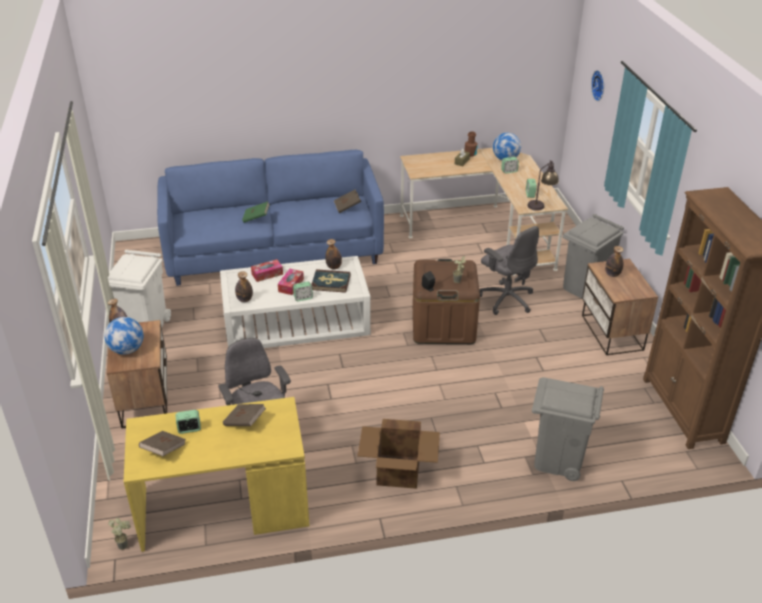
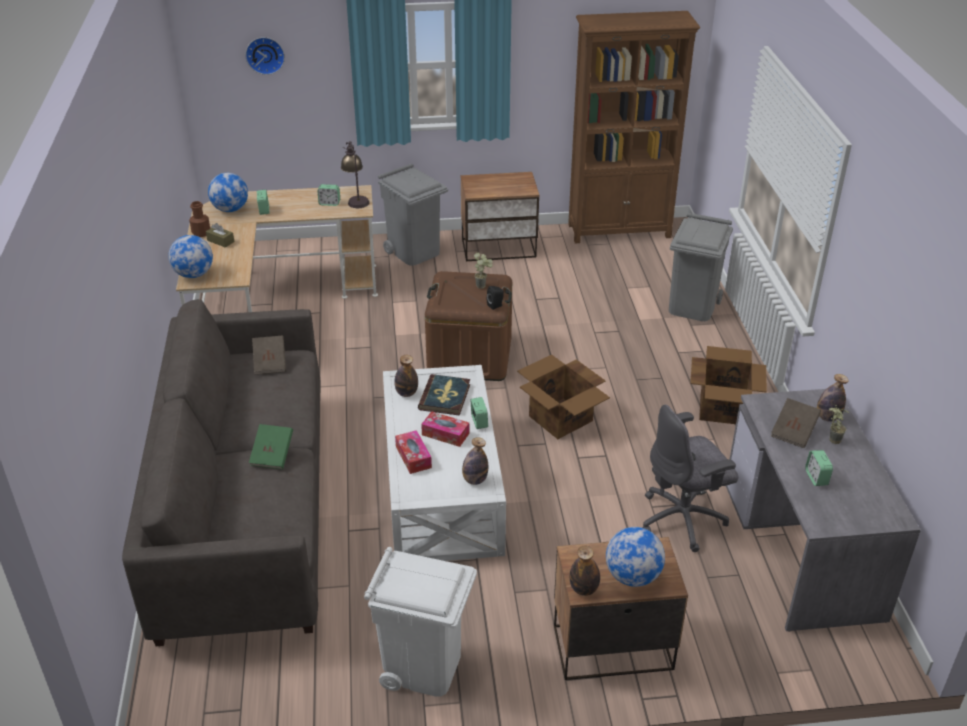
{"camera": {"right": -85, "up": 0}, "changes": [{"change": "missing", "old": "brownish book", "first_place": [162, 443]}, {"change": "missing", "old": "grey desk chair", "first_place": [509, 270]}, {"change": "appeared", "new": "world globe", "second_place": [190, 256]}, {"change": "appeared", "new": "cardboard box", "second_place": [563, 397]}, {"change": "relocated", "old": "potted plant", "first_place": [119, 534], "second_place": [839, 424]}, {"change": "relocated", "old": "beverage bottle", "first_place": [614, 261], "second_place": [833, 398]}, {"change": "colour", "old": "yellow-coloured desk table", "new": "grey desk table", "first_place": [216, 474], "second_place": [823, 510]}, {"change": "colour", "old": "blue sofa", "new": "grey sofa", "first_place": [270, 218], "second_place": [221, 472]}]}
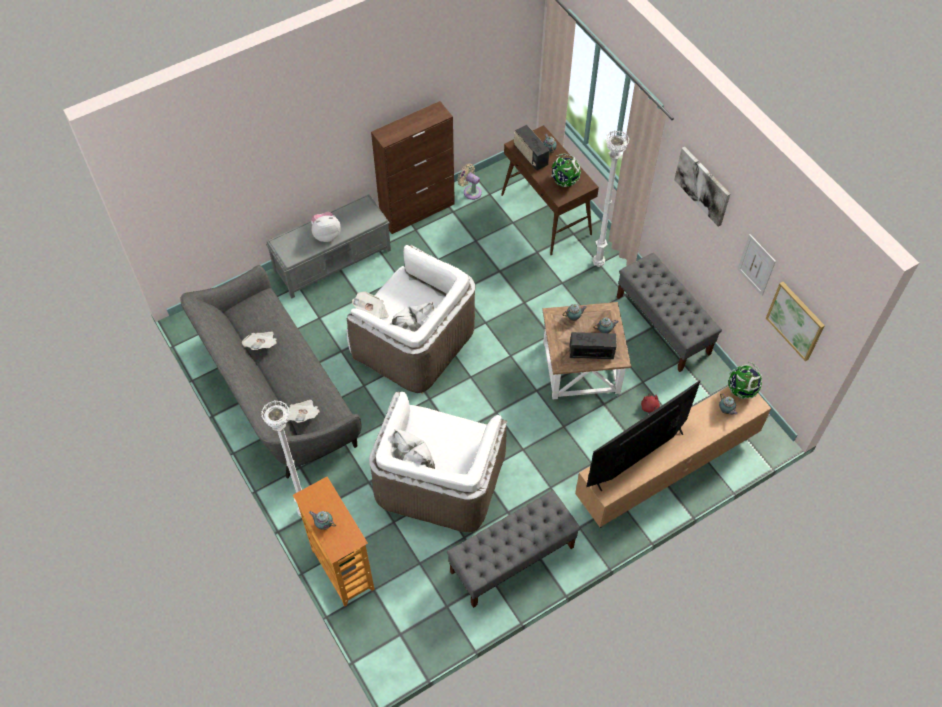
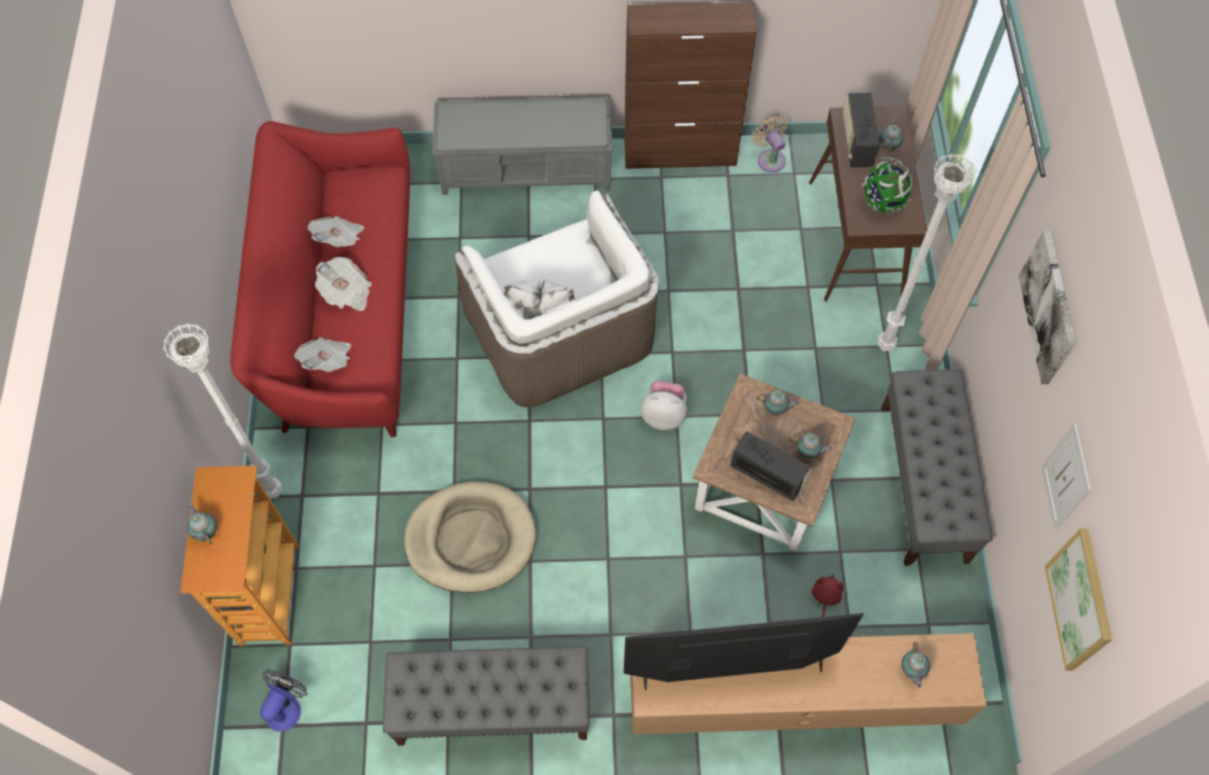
{"camera": {"right": 30, "up": 5}, "changes": [{"change": "missing", "old": "world globe", "first_place": [745, 380]}, {"change": "appeared", "new": "electric fan", "second_place": [283, 701]}, {"change": "relocated", "old": "soft toy", "first_place": [326, 227], "second_place": [663, 405]}, {"change": "relocated", "old": "daily paper", "first_place": [370, 305], "second_place": [343, 284]}, {"change": "exchanged", "old": "whitish armchair", "new": "beige dog bed", "first_place": [438, 462], "second_place": [470, 537]}, {"change": "colour", "old": "grey sofa", "new": "reddish sofa", "first_place": [270, 371], "second_place": [320, 279]}]}
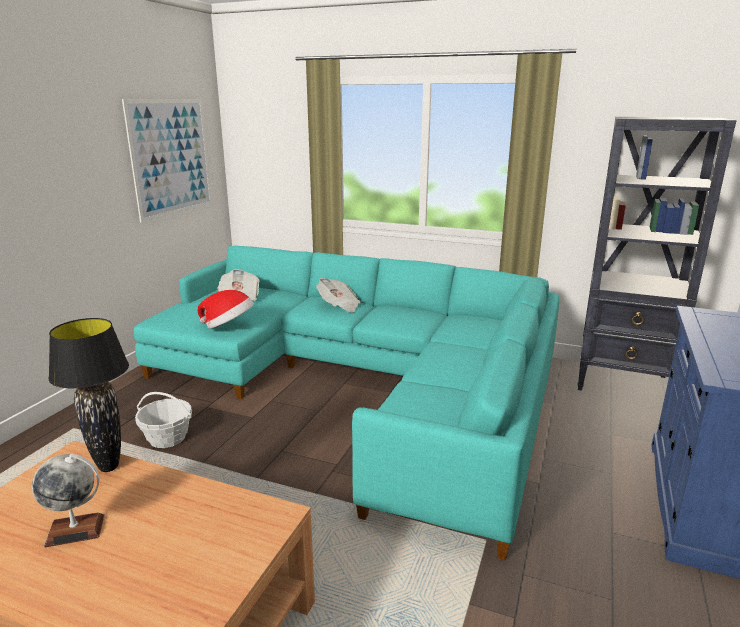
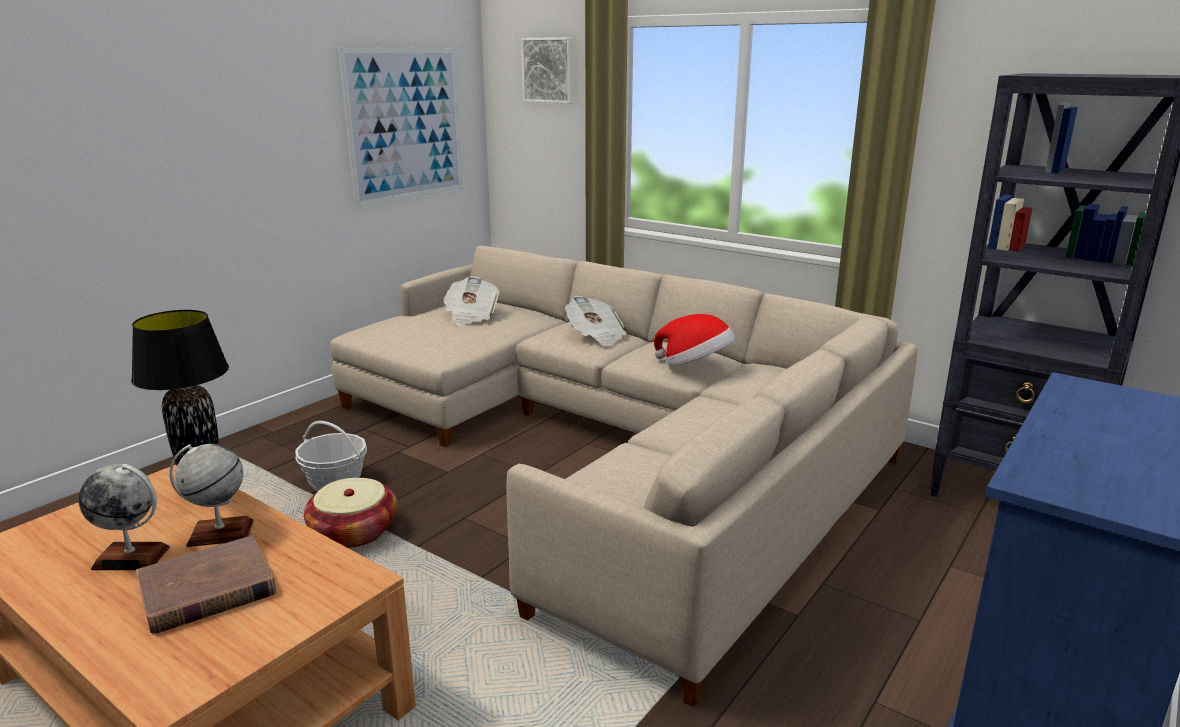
{"camera": {"right": 15, "up": 0}, "changes": [{"change": "appeared", "new": "brownish book", "second_place": [206, 585]}, {"change": "appeared", "new": "world globe", "second_place": [211, 495]}, {"change": "appeared", "new": "household basket", "second_place": [350, 513]}, {"change": "appeared", "new": "wall art", "second_place": [547, 70]}, {"change": "relocated", "old": "clothing hat", "first_place": [225, 309], "second_place": [694, 340]}, {"change": "colour", "old": "blue-green sofa", "new": "beige sofa", "first_place": [346, 403], "second_place": [624, 477]}]}
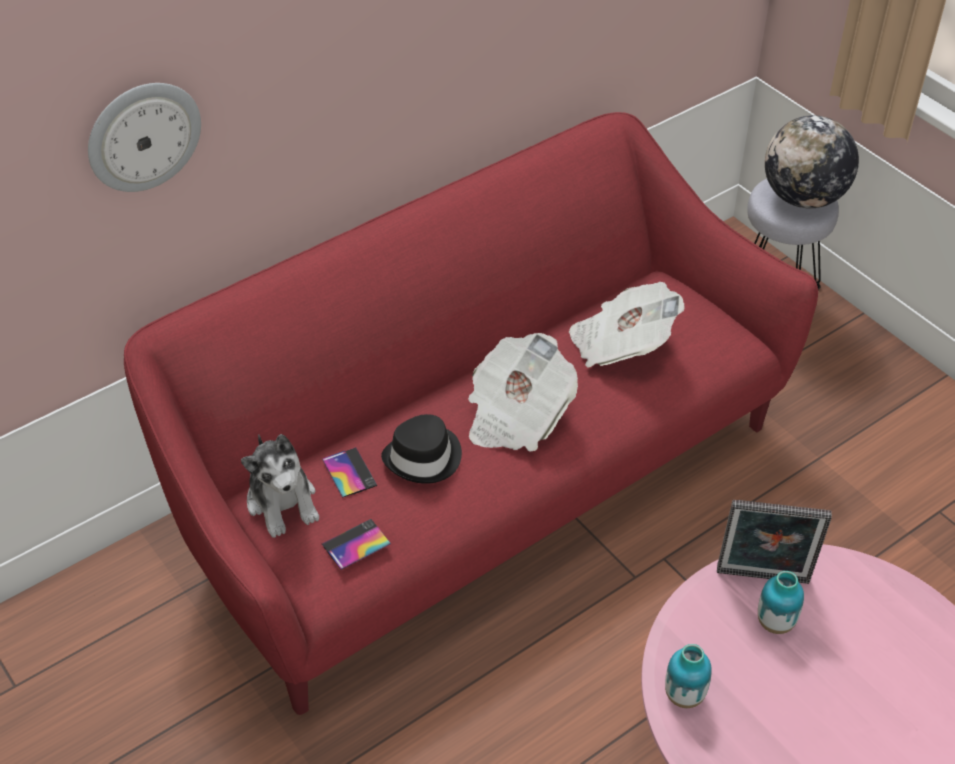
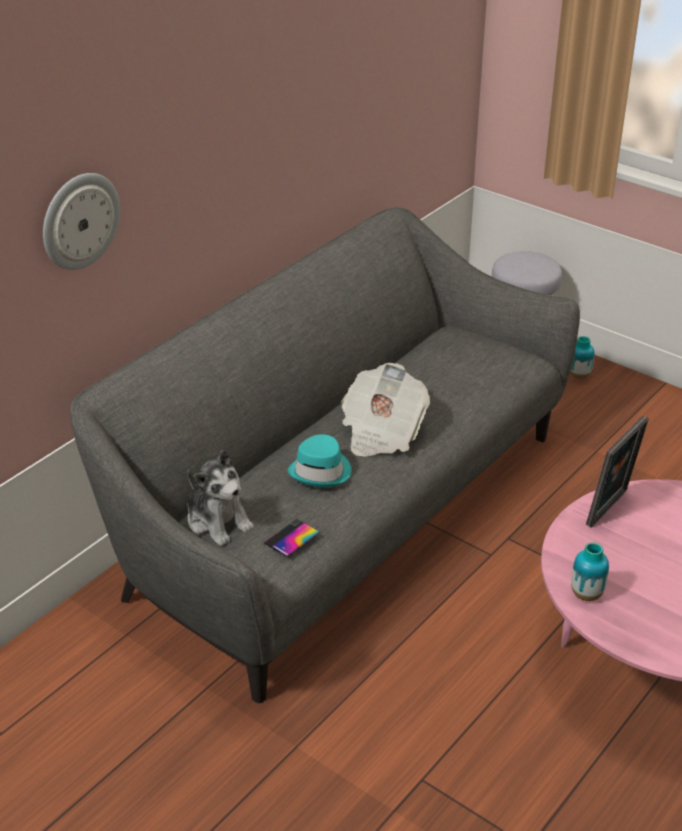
{"camera": {"right": -15, "up": -10}, "changes": [{"change": "missing", "old": "telephone", "first_place": [349, 472]}, {"change": "missing", "old": "daily paper", "first_place": [627, 325]}, {"change": "missing", "old": "world globe", "first_place": [812, 161]}, {"change": "relocated", "old": "vase", "first_place": [781, 602], "second_place": [582, 357]}, {"change": "colour", "old": "reddish sofa", "new": "grey sofa", "first_place": [471, 413], "second_place": [325, 455]}, {"change": "colour", "old": "blackish clothing hat", "new": "blue-green clothing hat", "first_place": [421, 449], "second_place": [319, 460]}, {"change": "spun", "old": "photo frame", "first_place": [774, 542], "second_place": [617, 472], "degrees": -45}]}
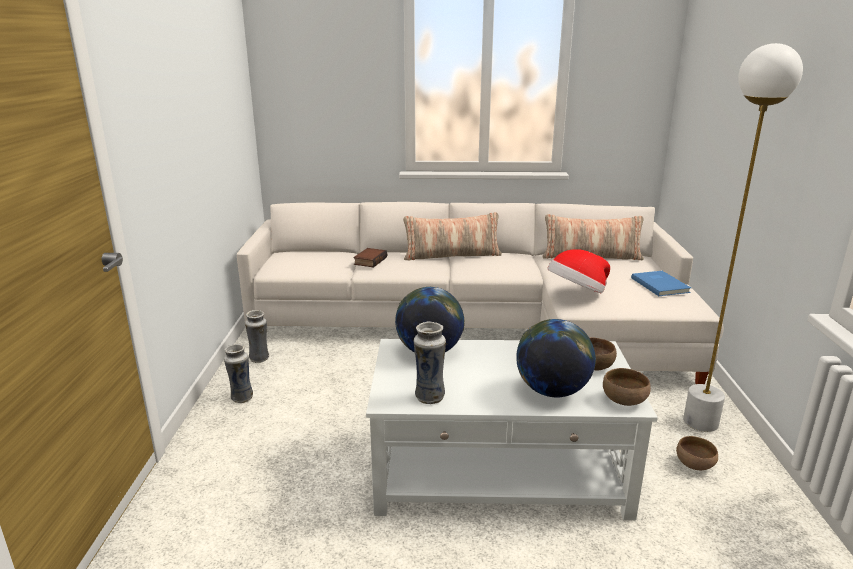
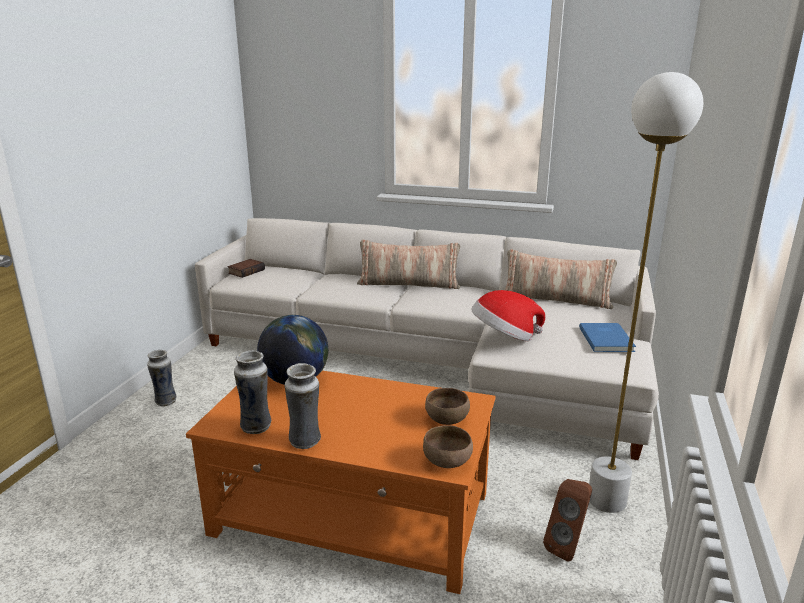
{"camera": {"right": 15, "up": 0}, "changes": [{"change": "missing", "old": "world globe", "first_place": [556, 358]}, {"change": "relocated", "old": "vase", "first_place": [257, 336], "second_place": [303, 406]}, {"change": "relocated", "old": "book", "first_place": [370, 257], "second_place": [246, 268]}, {"change": "exchanged", "old": "brownish serving bowl", "new": "brownish loudspeaker", "first_place": [697, 453], "second_place": [567, 520]}, {"change": "colour", "old": "whitish low table", "new": "orangey low table", "first_place": [512, 429], "second_place": [340, 482]}]}
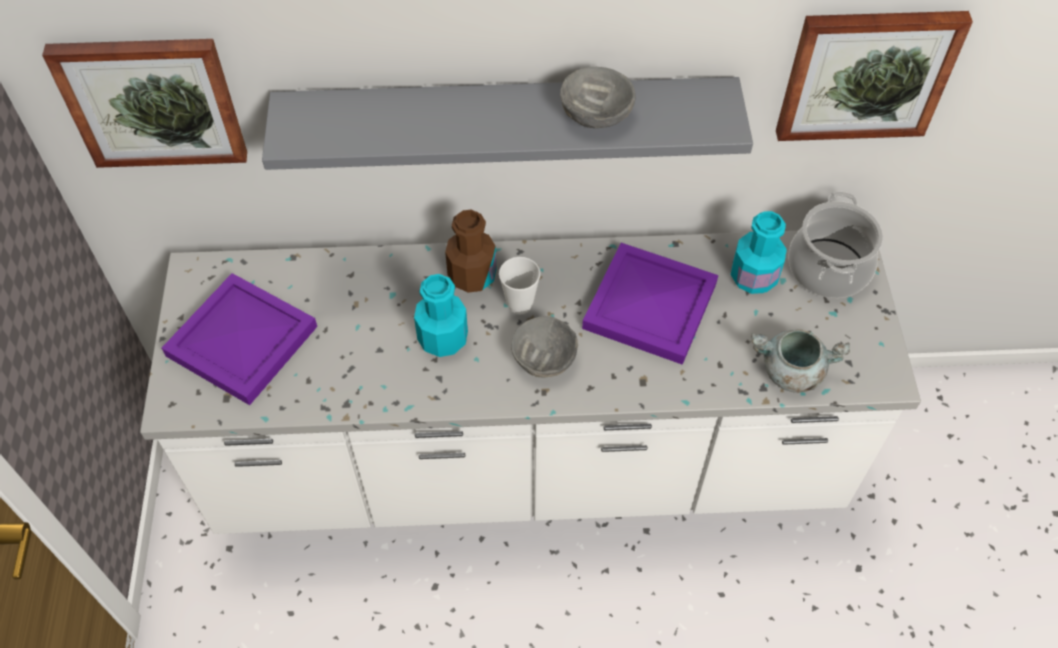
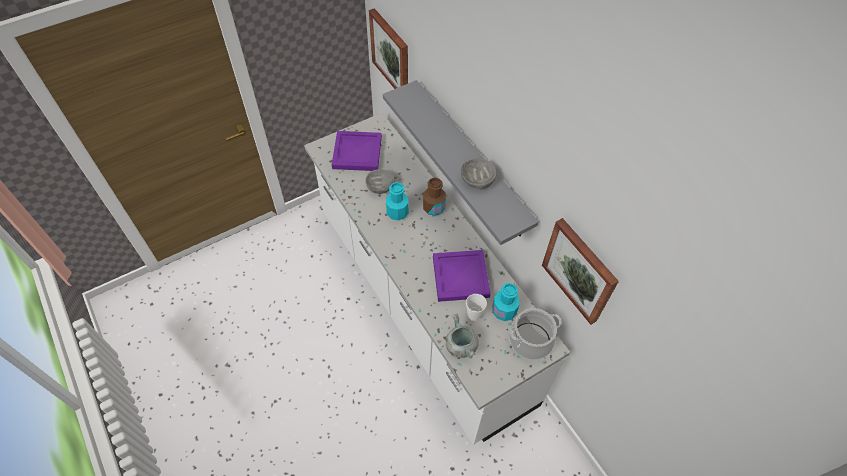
{"camera": {"right": 60, "up": 0}, "changes": [{"change": "relocated", "old": "cup", "first_place": [519, 285], "second_place": [476, 307]}, {"change": "relocated", "old": "grey serving bowl", "first_place": [544, 347], "second_place": [380, 181]}]}
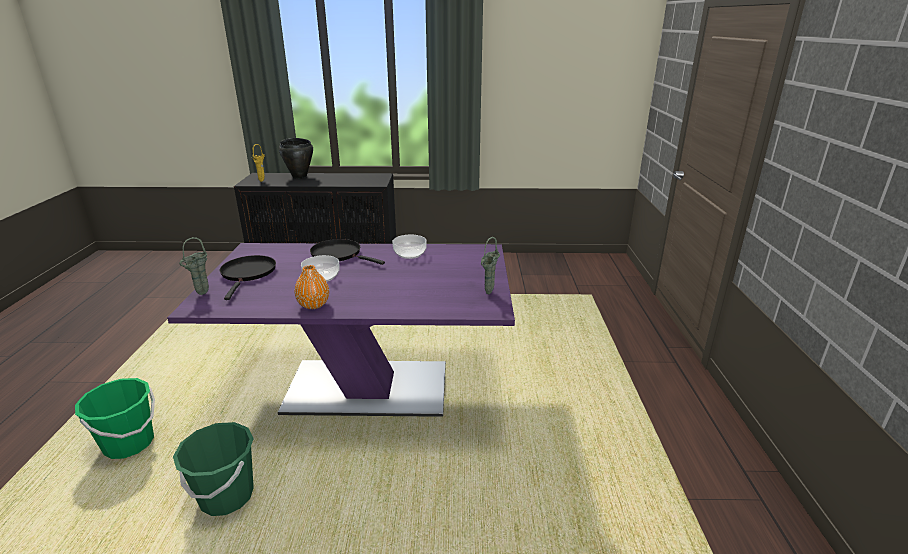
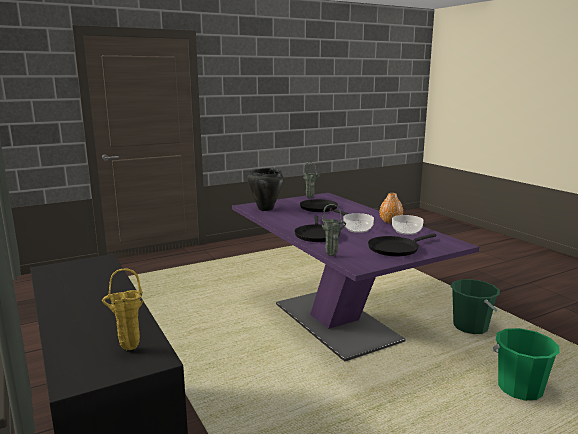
{"camera": {"right": -120, "up": -10}, "changes": [{"change": "appeared", "new": "blackish frying pan", "second_place": [324, 207]}, {"change": "relocated", "old": "green vase", "first_place": [194, 266], "second_place": [334, 230]}, {"change": "relocated", "old": "blackish saucepot", "first_place": [296, 158], "second_place": [265, 189]}, {"change": "relocated", "old": "serving bowl", "first_place": [409, 247], "second_place": [408, 225]}]}
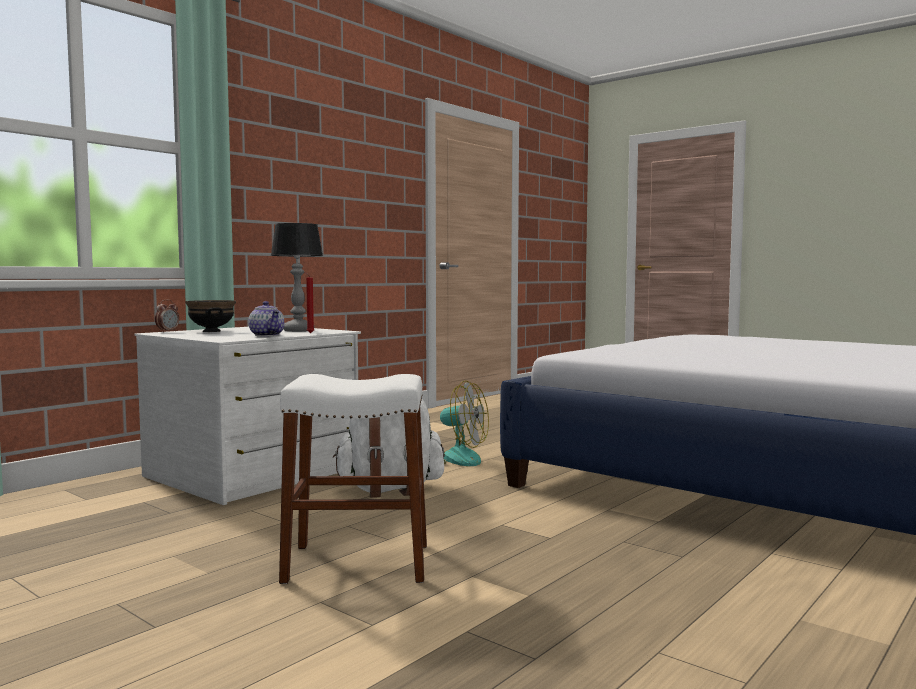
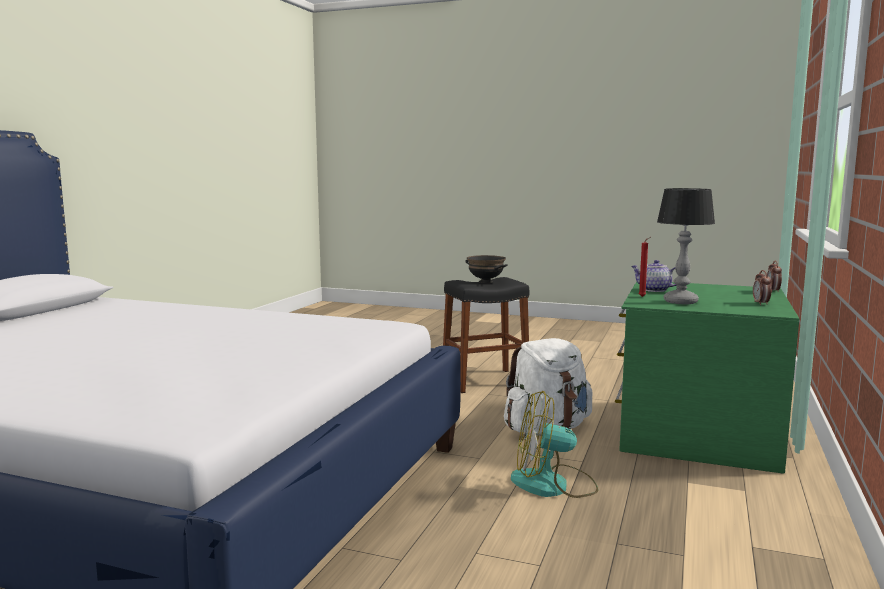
{"camera": {"right": 160, "up": 5}, "changes": [{"change": "appeared", "new": "alarm clock", "second_place": [762, 287]}, {"change": "relocated", "old": "blackish serving bowl", "first_place": [210, 316], "second_place": [486, 269]}, {"change": "colour", "old": "whitish chest of drawers", "new": "green chest of drawers", "first_place": [247, 416], "second_place": [707, 377]}, {"change": "colour", "old": "whitish stool", "new": "blackish stool", "first_place": [353, 479], "second_place": [486, 335]}]}
